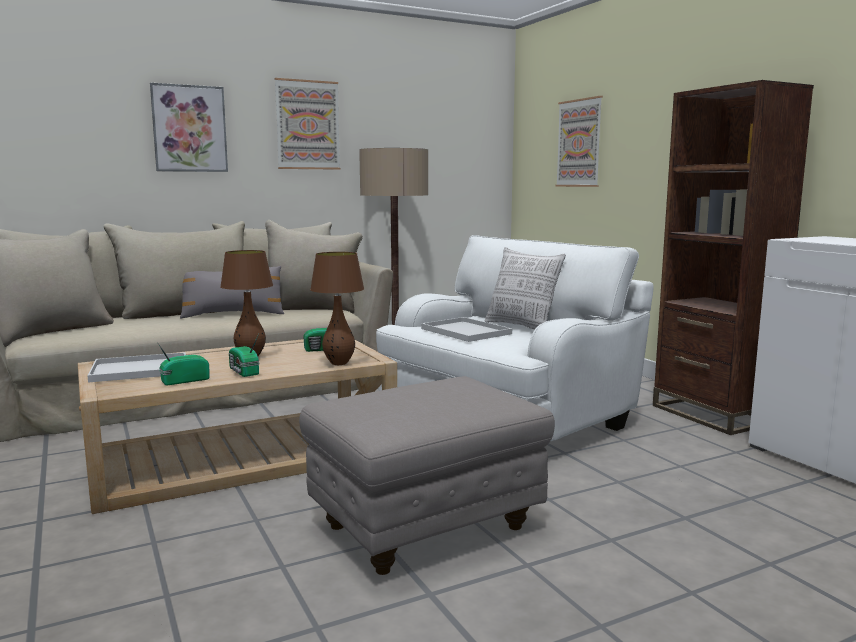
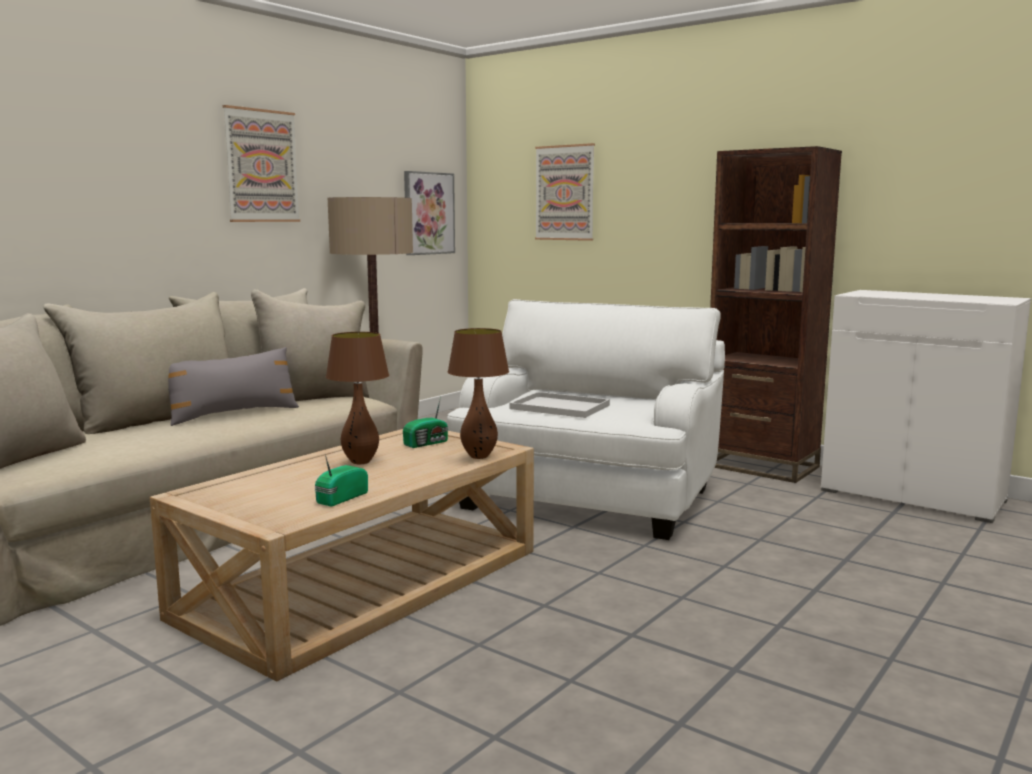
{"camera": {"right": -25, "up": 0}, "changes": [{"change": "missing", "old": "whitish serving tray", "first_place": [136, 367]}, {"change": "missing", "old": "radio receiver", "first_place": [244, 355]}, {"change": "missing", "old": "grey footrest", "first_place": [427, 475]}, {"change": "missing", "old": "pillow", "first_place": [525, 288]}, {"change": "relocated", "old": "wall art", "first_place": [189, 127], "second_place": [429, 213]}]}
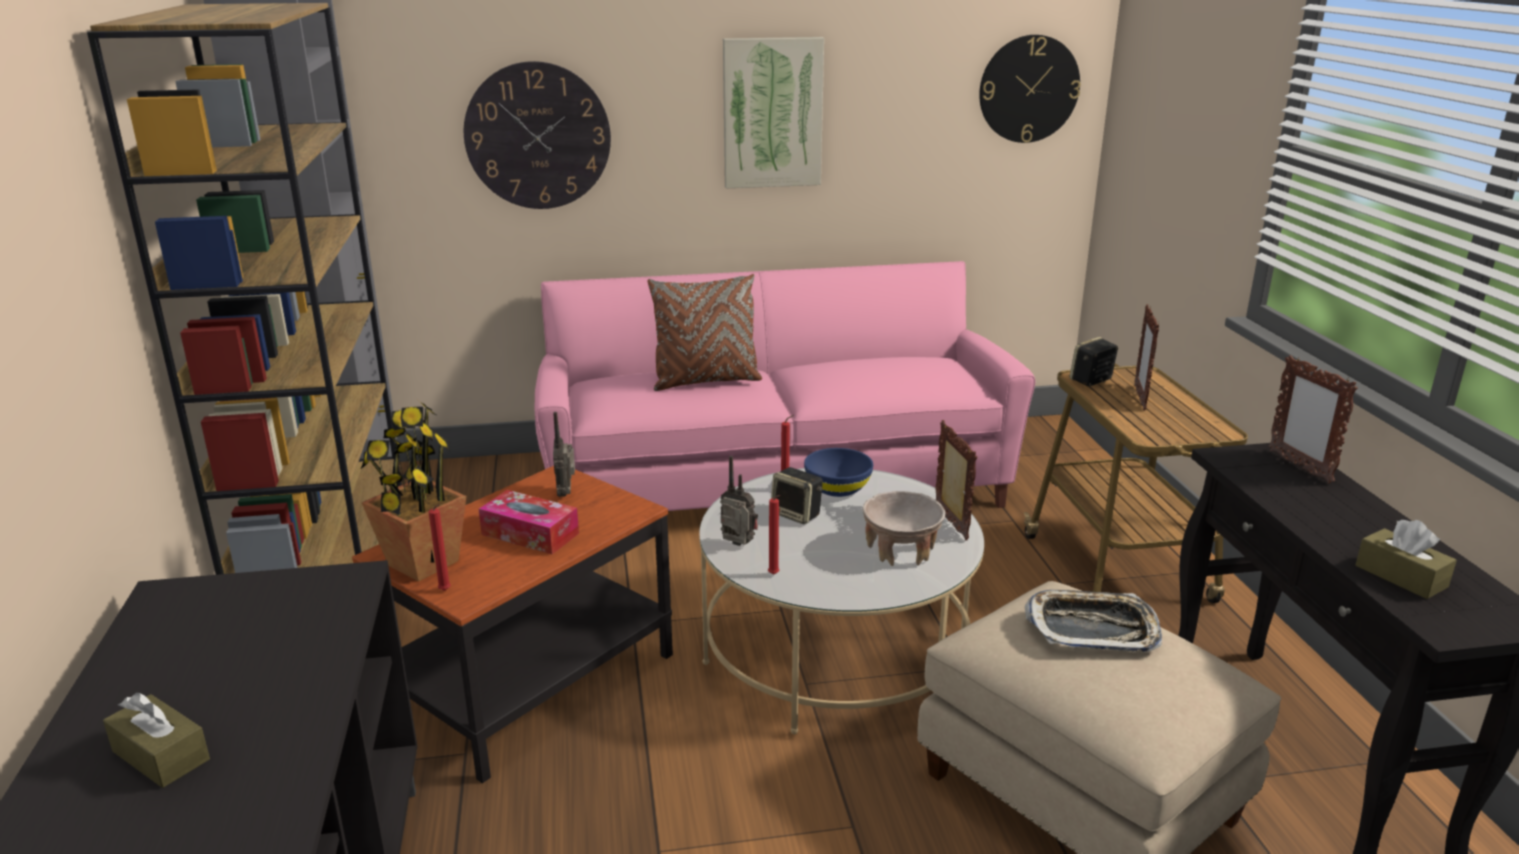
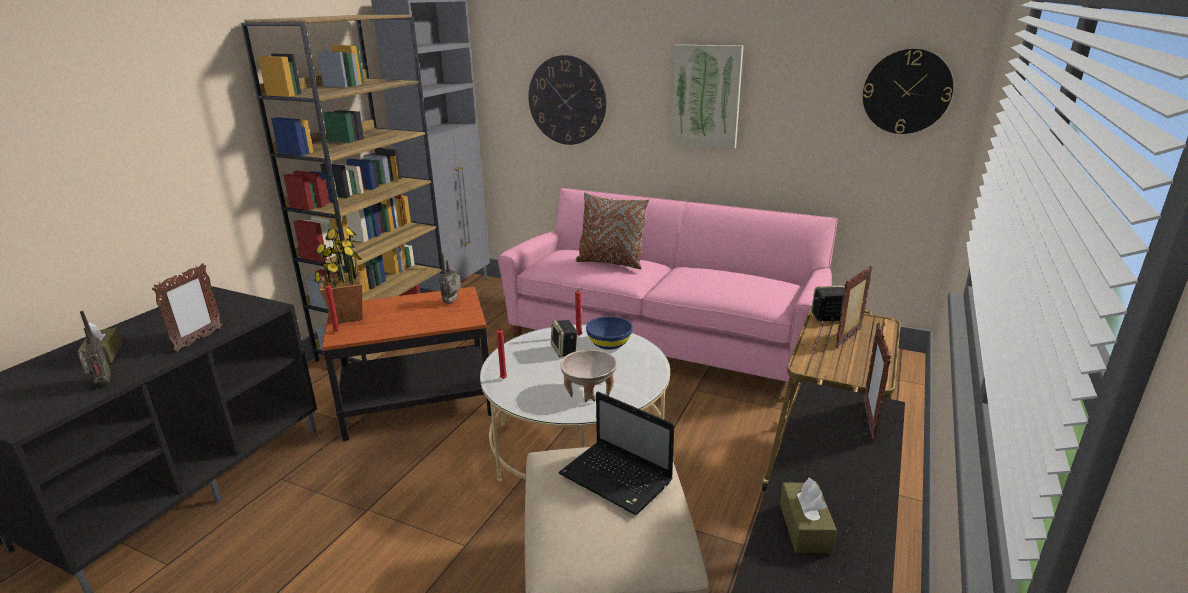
{"camera": {"right": 35, "up": 0}, "changes": [{"change": "missing", "old": "box of tissues", "first_place": [529, 522]}, {"change": "relocated", "old": "radio receiver", "first_place": [739, 501], "second_place": [94, 347]}, {"change": "relocated", "old": "photo frame", "first_place": [956, 480], "second_place": [187, 307]}, {"change": "exchanged", "old": "serving tray", "new": "laptop", "first_place": [1093, 621], "second_place": [616, 453]}]}
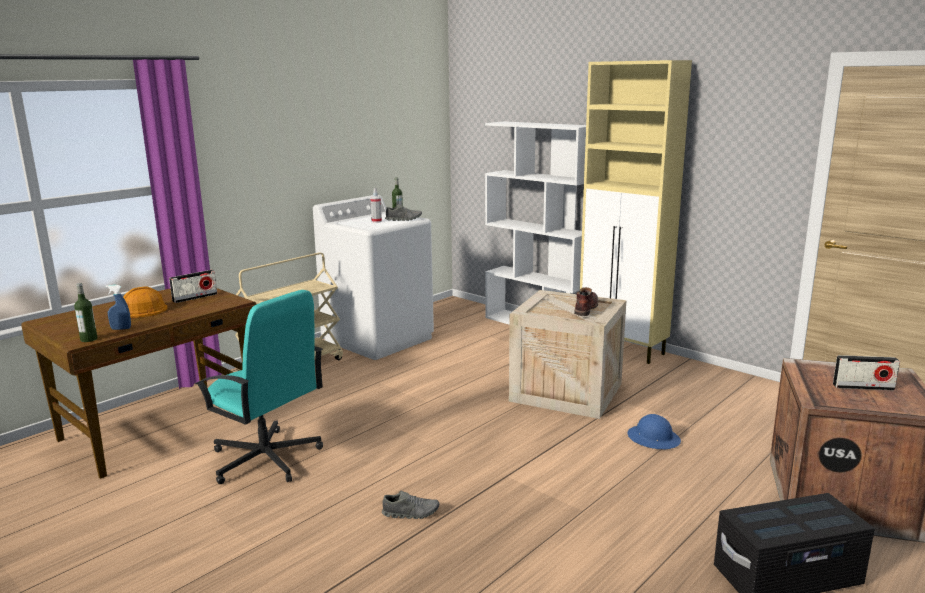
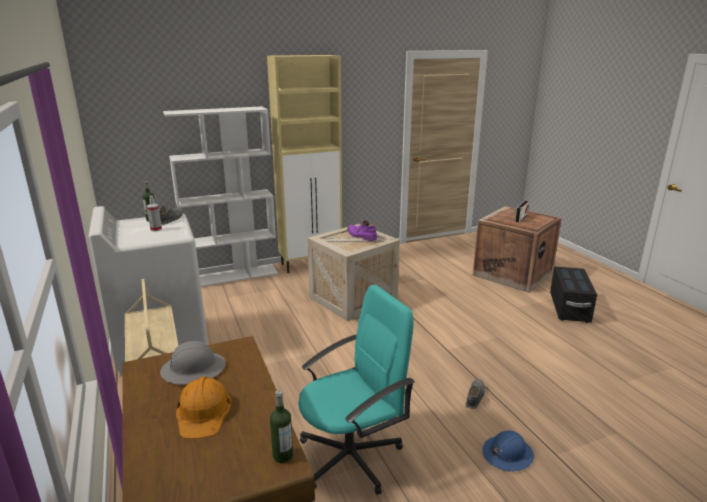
{"camera": {"right": -65, "up": 5}, "changes": [{"change": "missing", "old": "blue hand sprayer", "first_place": [118, 307]}, {"change": "relocated", "old": "blue hard hat", "first_place": [654, 431], "second_place": [508, 450]}, {"change": "exchanged", "old": "radio receiver", "new": "grey hard hat", "first_place": [193, 286], "second_place": [193, 363]}, {"change": "colour", "old": "brownish high-top boot", "new": "purplish high-top boot", "first_place": [586, 301], "second_place": [362, 231]}]}
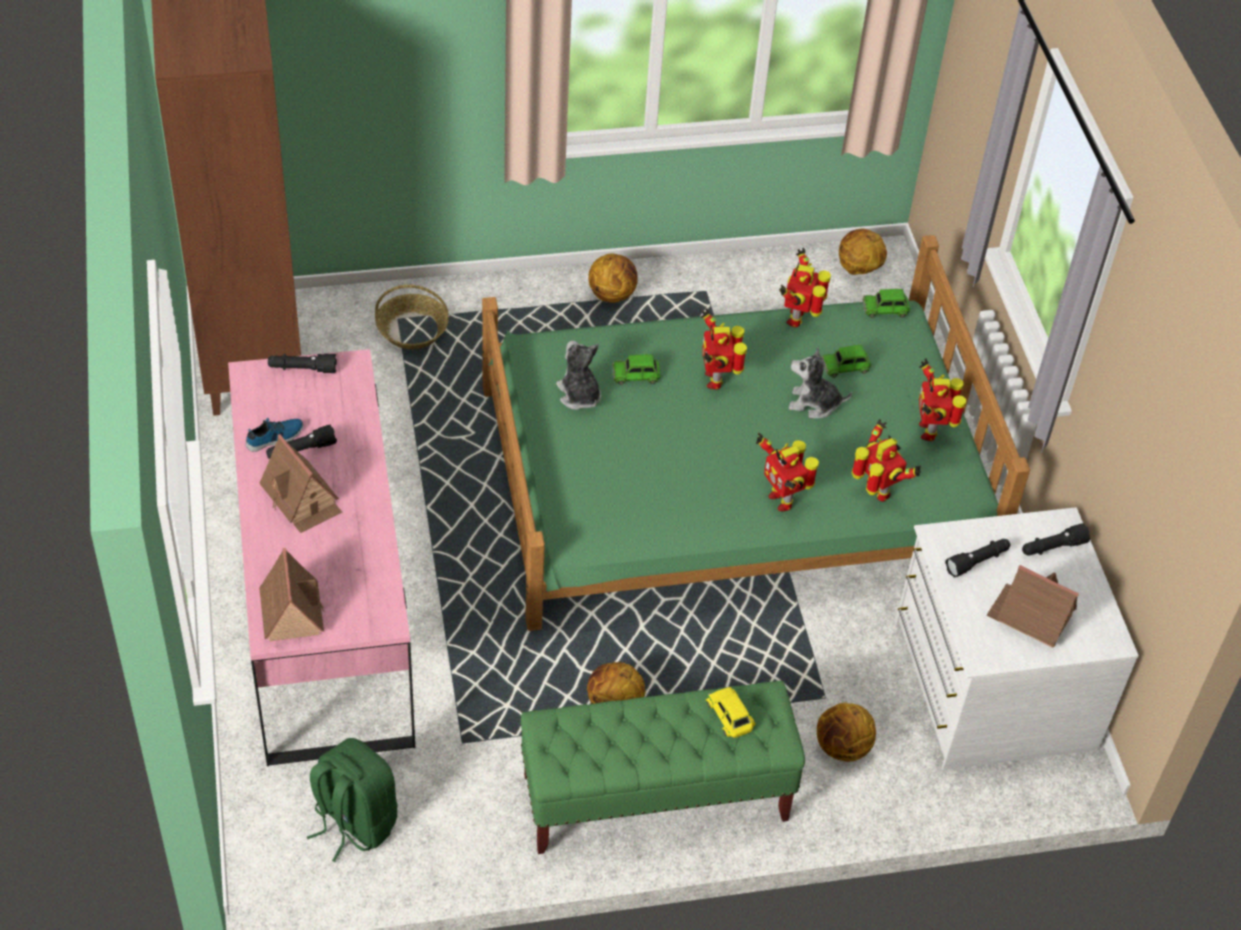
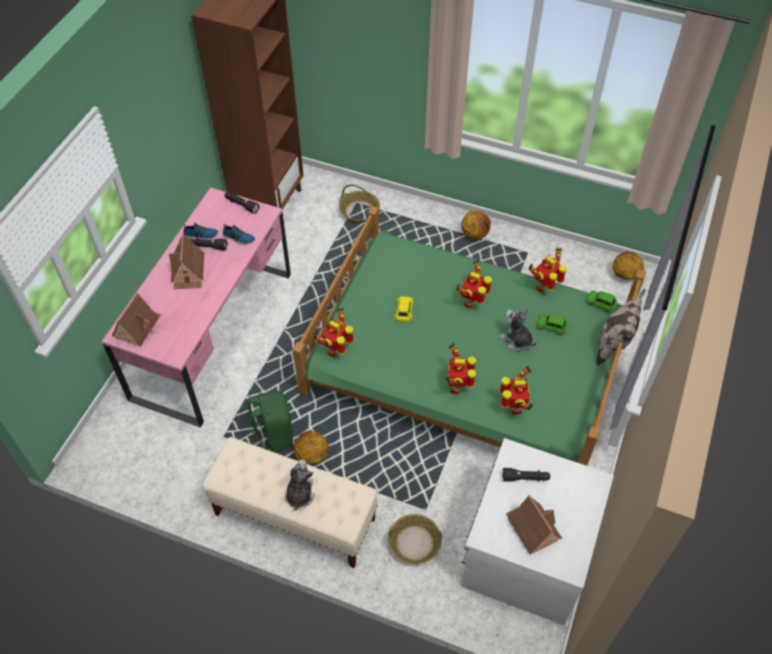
{"camera": {"right": 35, "up": 5}, "changes": [{"change": "missing", "old": "green toy car", "first_place": [636, 369]}, {"change": "missing", "old": "blackish torch", "first_place": [1056, 539]}, {"change": "appeared", "new": "item of footwear", "second_place": [239, 234]}, {"change": "appeared", "new": "pillow", "second_place": [621, 327]}, {"change": "relocated", "old": "green knapsack", "first_place": [352, 800], "second_place": [269, 422]}, {"change": "relocated", "old": "soft toy", "first_place": [578, 375], "second_place": [300, 485]}, {"change": "relocated", "old": "yellow-coloured toy car", "first_place": [730, 712], "second_place": [404, 309]}, {"change": "relocated", "old": "model robot", "first_place": [942, 399], "second_place": [334, 332]}, {"change": "exchanged", "old": "basketball", "new": "household basket", "first_place": [846, 732], "second_place": [415, 539]}, {"change": "colour", "old": "green bench", "new": "beige bench", "first_place": [663, 767], "second_place": [290, 502]}]}
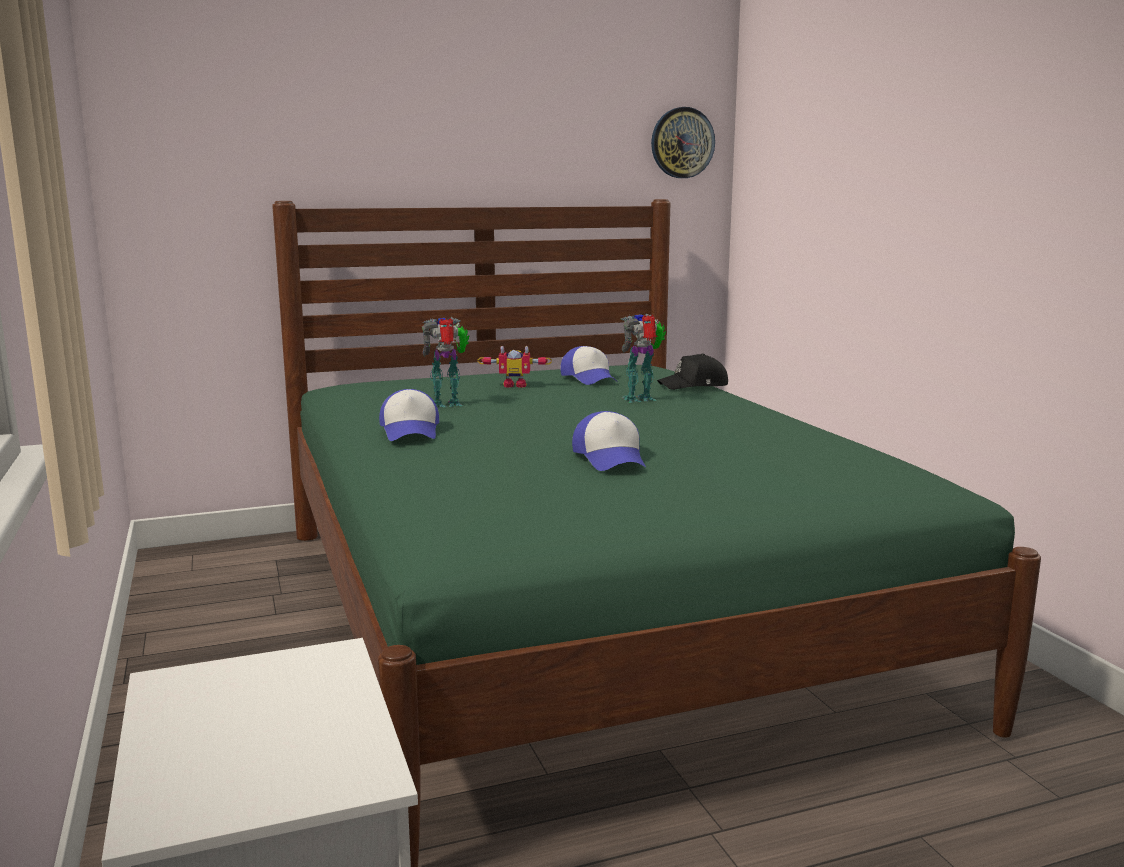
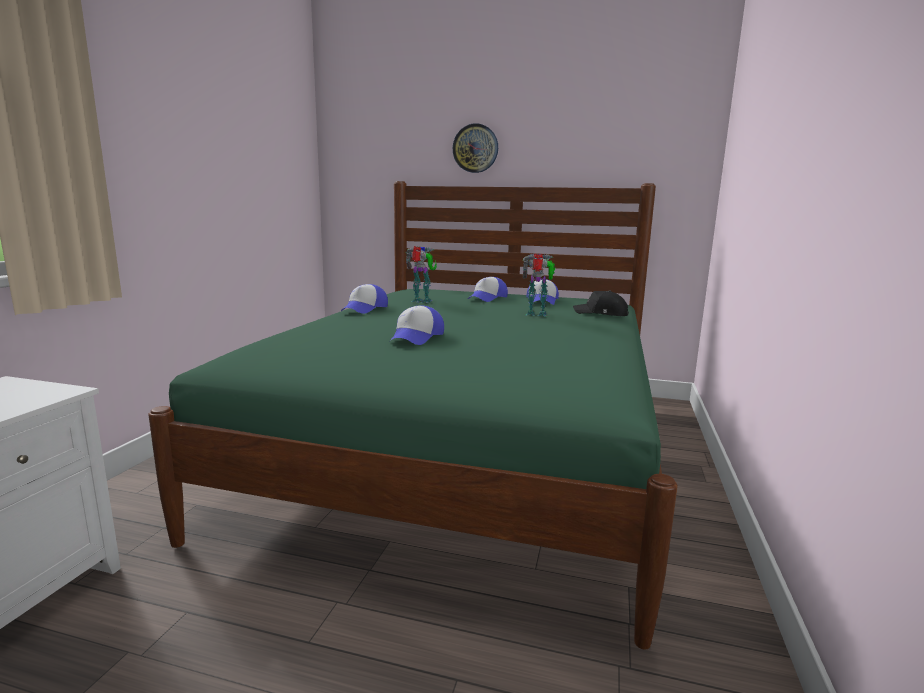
{"camera": {"right": 35, "up": 0}, "changes": [{"change": "relocated", "old": "wall clock", "first_place": [683, 142], "second_place": [475, 148]}, {"change": "exchanged", "old": "model robot", "new": "peaked cap", "first_place": [515, 367], "second_place": [488, 289]}]}
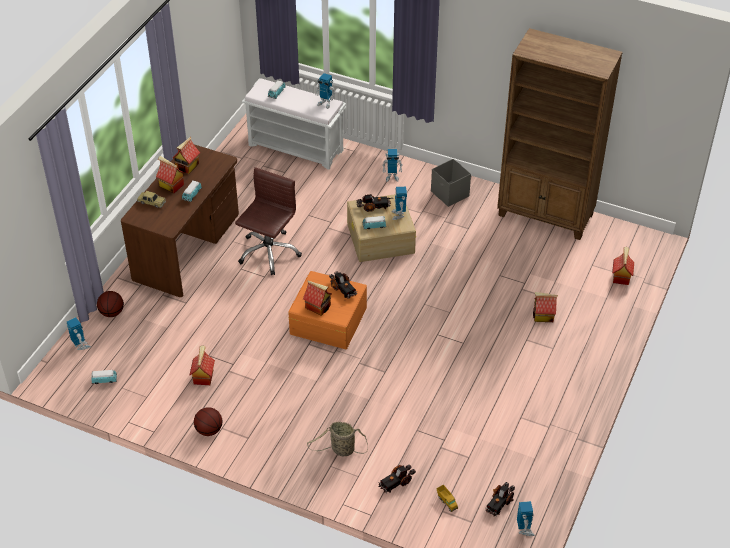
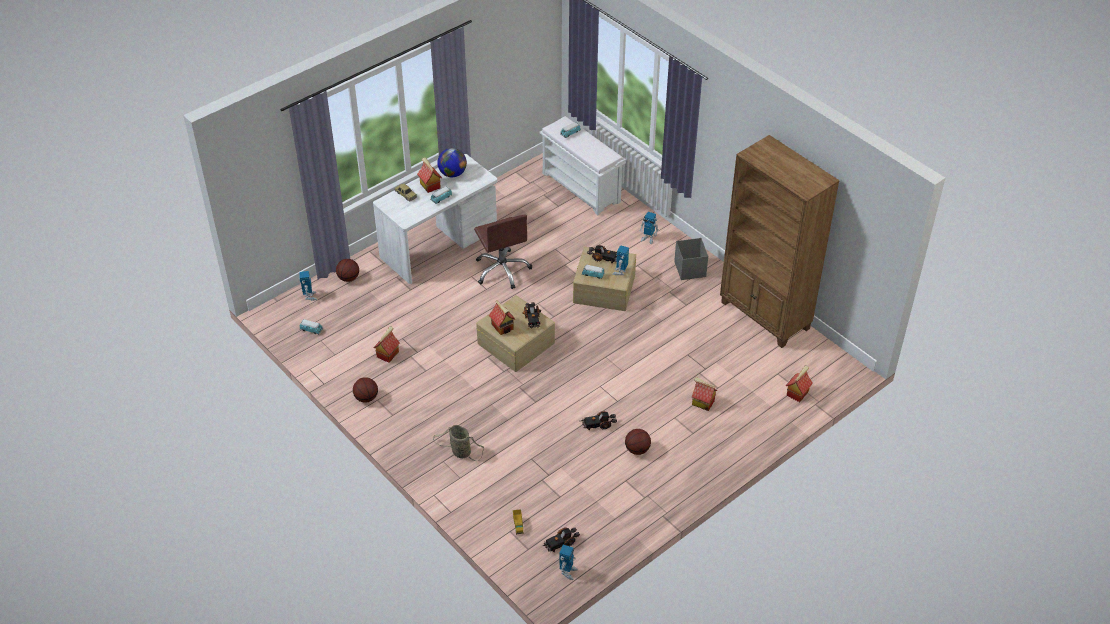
{"camera": {"right": 25, "up": 0}, "changes": [{"change": "missing", "old": "model robot", "first_place": [325, 91]}, {"change": "appeared", "new": "basketball", "second_place": [638, 442]}, {"change": "relocated", "old": "toy truck", "first_place": [397, 479], "second_place": [599, 420]}, {"change": "exchanged", "old": "model house", "new": "world globe", "first_place": [186, 155], "second_place": [452, 162]}, {"change": "colour", "old": "brownish desk table", "new": "whitish desk table", "first_place": [180, 220], "second_place": [435, 219]}, {"change": "colour", "old": "orangey storage container", "new": "beige storage container", "first_place": [327, 310], "second_place": [515, 333]}, {"change": "spun", "old": "brownish desk chair", "first_place": [268, 221], "second_place": [503, 251], "degrees": 105}]}
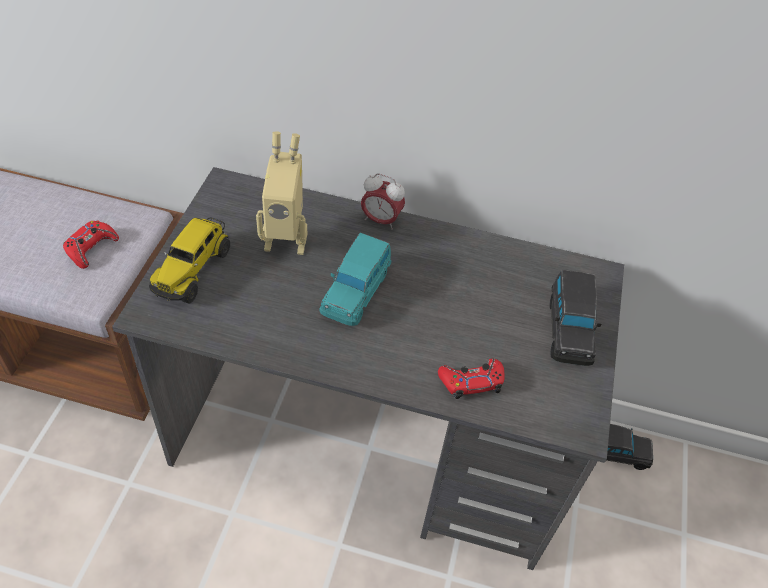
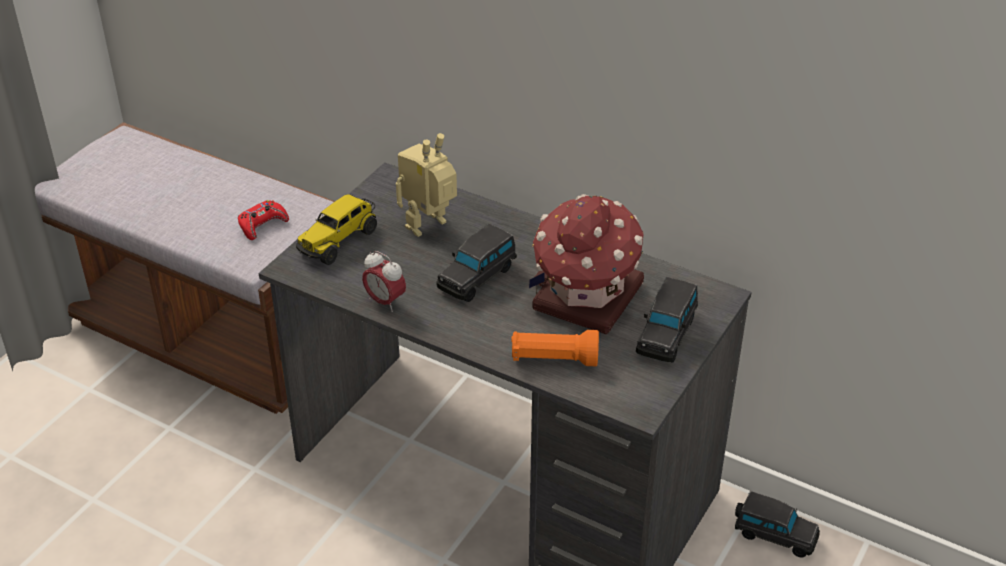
{"camera": {"right": 20, "up": -10}, "changes": [{"change": "appeared", "new": "model house", "second_place": [586, 264]}, {"change": "relocated", "old": "alarm clock", "first_place": [383, 201], "second_place": [384, 281]}, {"change": "exchanged", "old": "reddish gamepad", "new": "orangey torch", "first_place": [471, 378], "second_place": [555, 348]}, {"change": "colour", "old": "blue-green toy car", "new": "blackish toy car", "first_place": [355, 279], "second_place": [476, 263]}, {"change": "spun", "old": "model robot", "first_place": [281, 193], "second_place": [426, 185], "degrees": 120}]}
